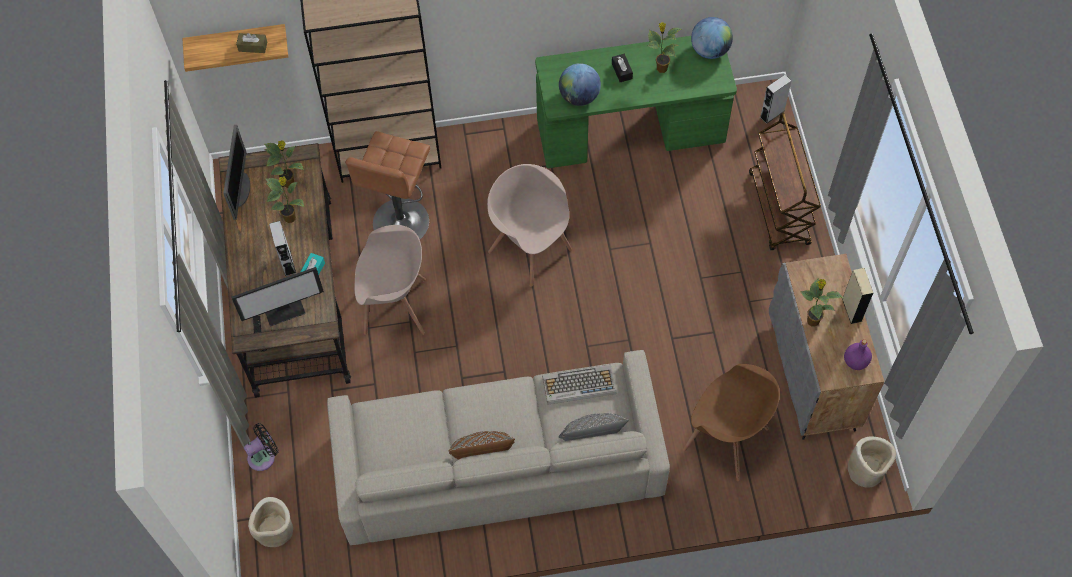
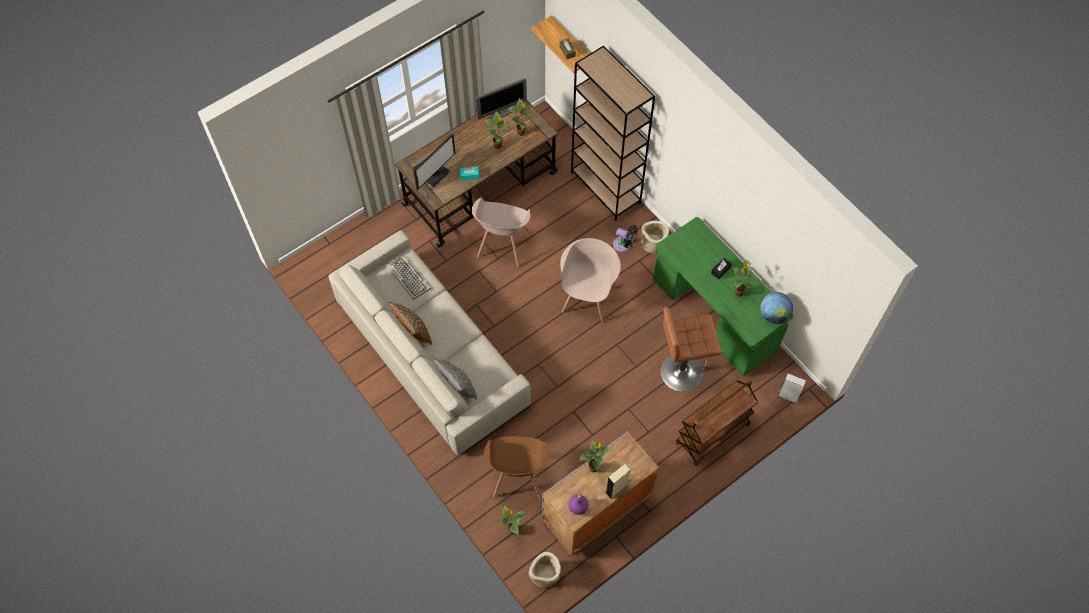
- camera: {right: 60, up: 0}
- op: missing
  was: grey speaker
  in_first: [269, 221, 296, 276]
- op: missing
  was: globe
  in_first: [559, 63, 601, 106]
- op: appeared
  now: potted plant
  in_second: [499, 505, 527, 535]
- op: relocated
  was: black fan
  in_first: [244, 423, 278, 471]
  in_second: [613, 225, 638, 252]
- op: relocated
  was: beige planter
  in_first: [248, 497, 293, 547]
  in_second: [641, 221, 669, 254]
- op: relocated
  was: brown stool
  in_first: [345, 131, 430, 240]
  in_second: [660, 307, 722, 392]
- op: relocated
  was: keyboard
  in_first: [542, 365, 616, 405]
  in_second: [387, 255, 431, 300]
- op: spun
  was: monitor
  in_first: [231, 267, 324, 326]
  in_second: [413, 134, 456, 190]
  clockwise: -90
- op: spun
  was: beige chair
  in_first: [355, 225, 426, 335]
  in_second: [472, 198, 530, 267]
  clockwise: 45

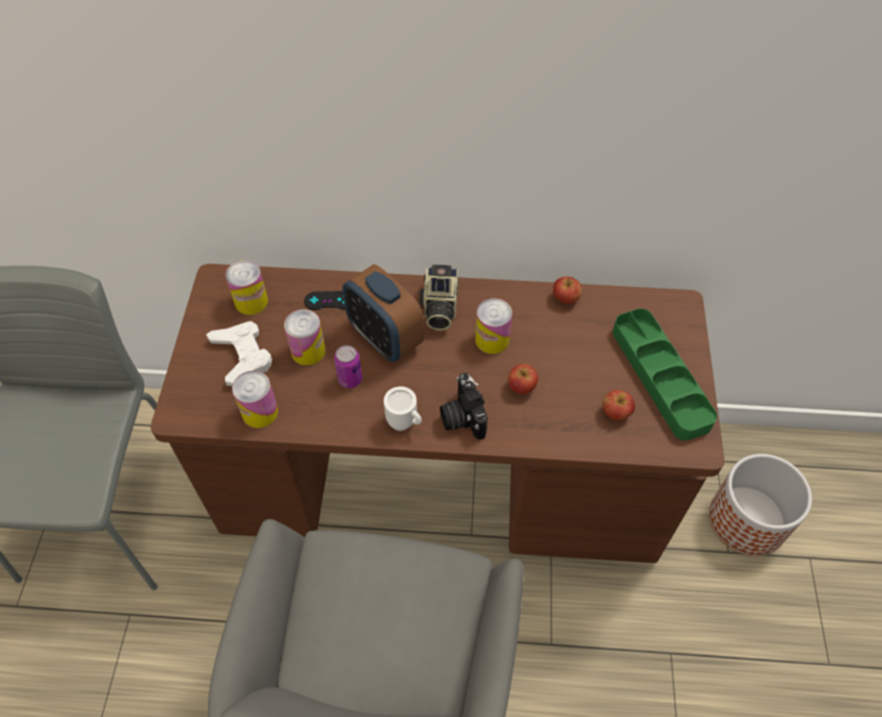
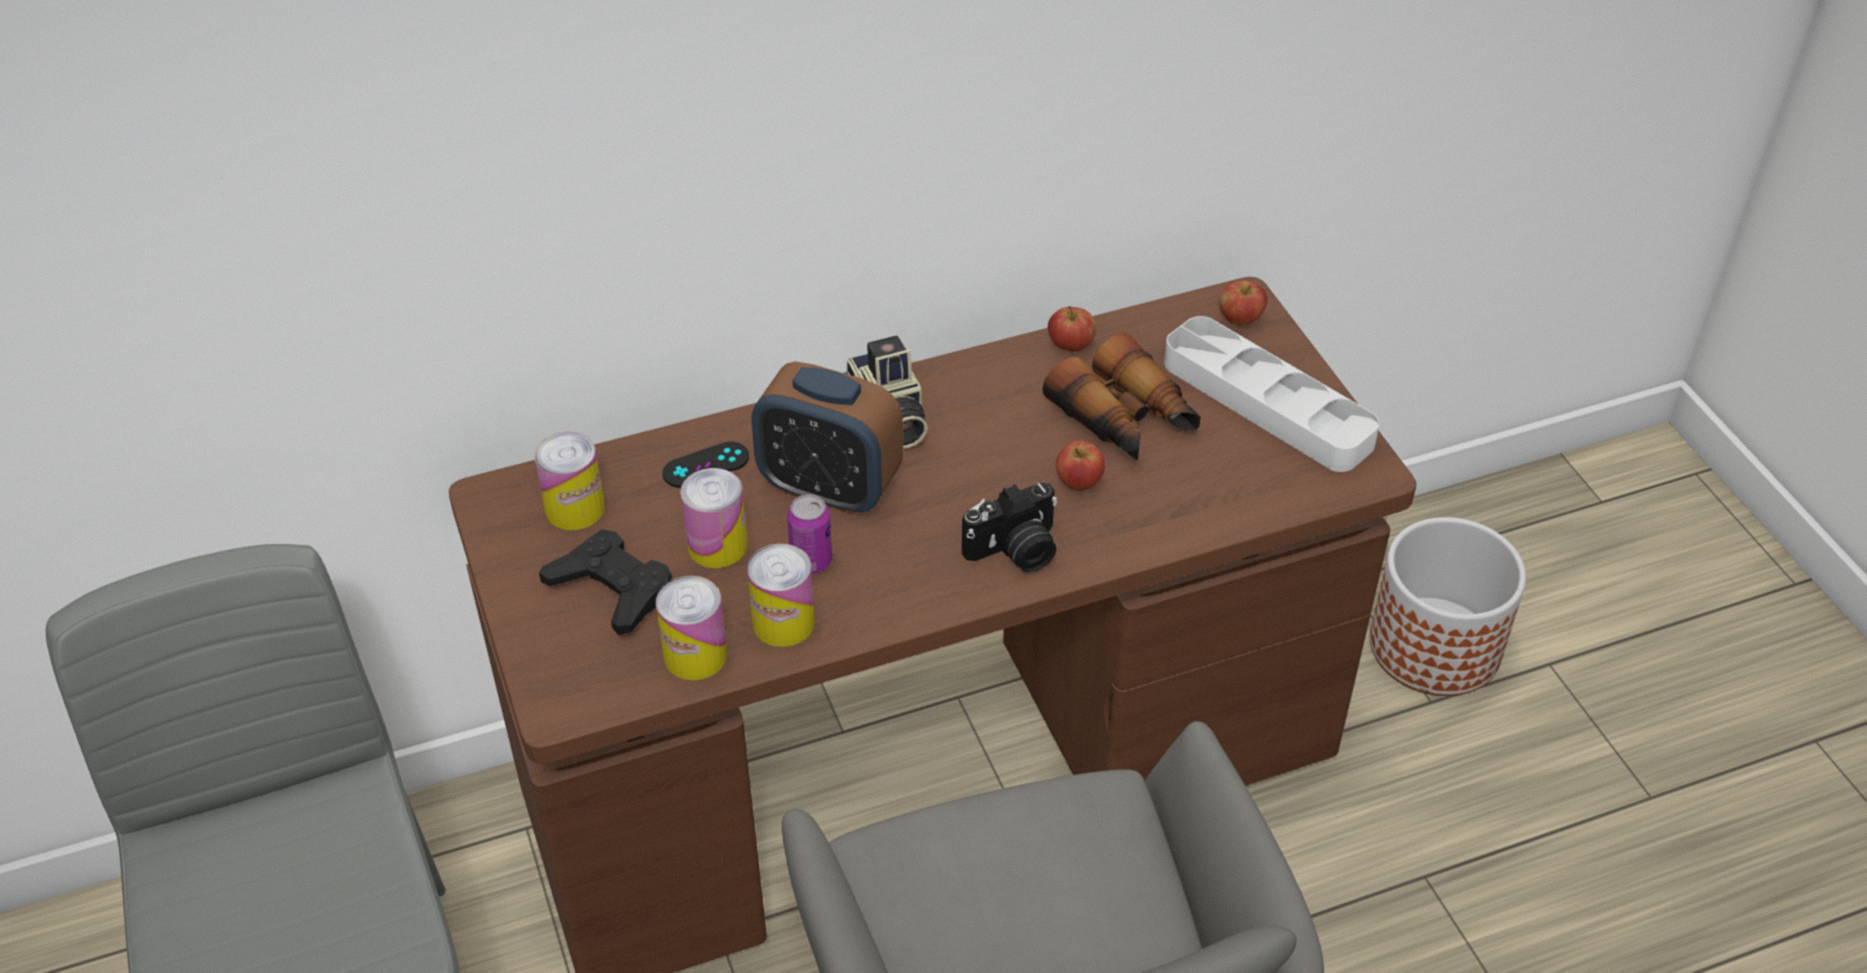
- camera: {right: -25, up: -10}
- op: missing
  was: white mug
  in_first: [384, 386, 422, 431]
- op: appeared
  now: binoculars
  in_second: [1043, 333, 1201, 460]
- op: relocated
  was: can
  in_first: [475, 298, 512, 354]
  in_second: [747, 544, 815, 647]
- op: relocated
  was: apple
  in_first: [602, 390, 635, 420]
  in_second: [1219, 280, 1267, 326]
- op: colour
  was: white game controller
  now: black game controller
  in_first: [206, 321, 272, 386]
  in_second: [539, 530, 672, 635]
- op: colour
  was: green tray
  now: white tray
  in_first: [613, 308, 717, 441]
  in_second: [1164, 316, 1380, 472]
- op: spun
  was: photo camera
  in_first: [440, 372, 488, 440]
  in_second: [962, 483, 1057, 572]
  clockwise: -75

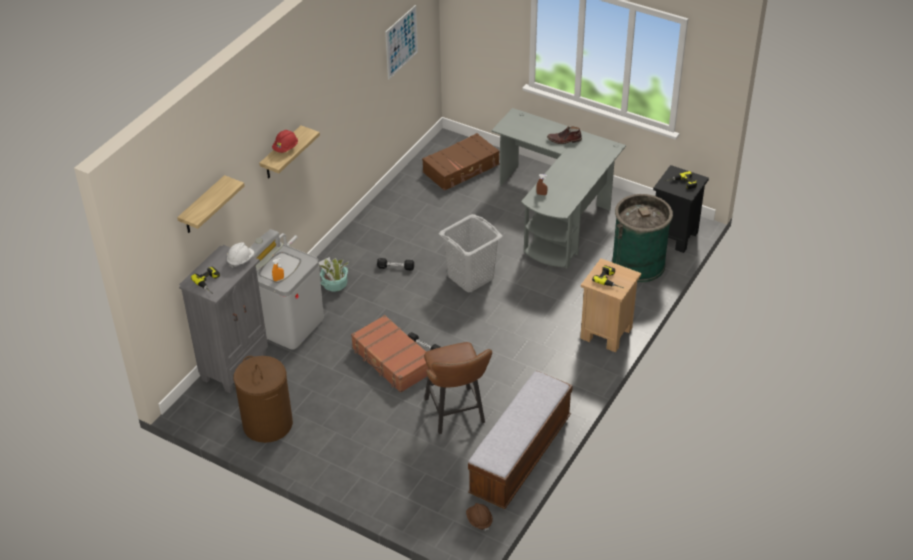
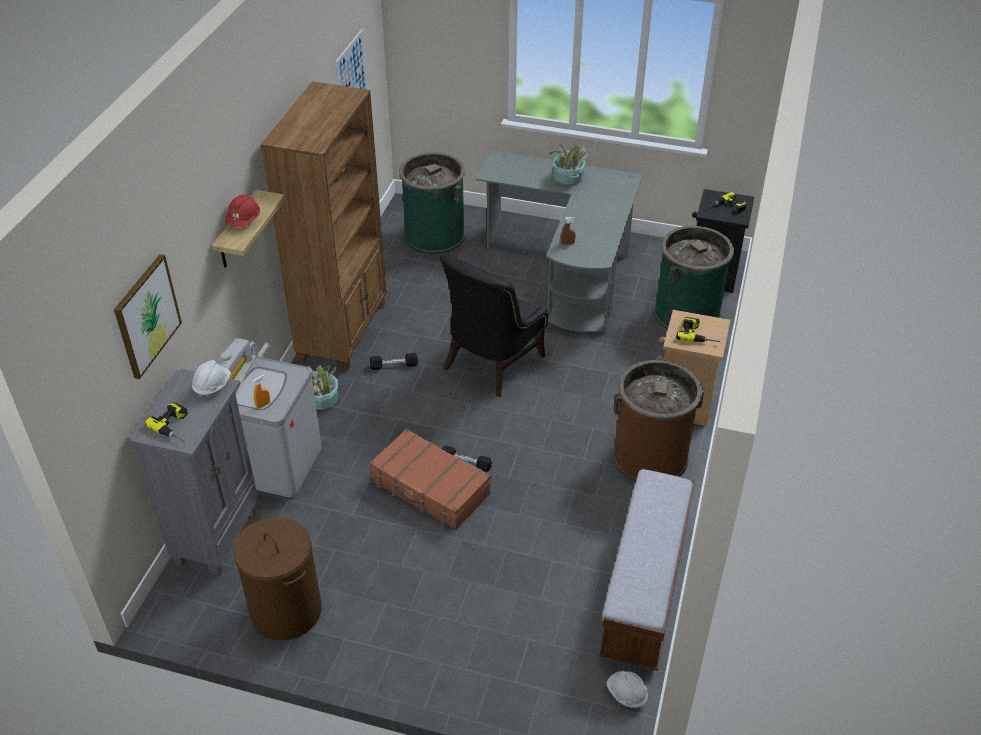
- camera: {right: -15, up: 0}
- op: missing
  was: brown stool
  in_first: [424, 342, 492, 434]
- op: appeared
  now: brown bookcase
  in_second: [261, 81, 387, 371]
- op: appeared
  now: brown trash can
  in_second: [613, 360, 704, 482]
- op: exchanged
  was: shelf
  now: picture
  in_first: [177, 175, 245, 233]
  in_second: [114, 254, 182, 379]
- op: exchanged
  was: brown suitcase
  now: green trash can
  in_first: [422, 133, 499, 191]
  in_second: [399, 152, 465, 254]
- op: exchanged
  was: grey laundry basket
  now: black chair
  in_first: [439, 214, 502, 292]
  in_second: [439, 254, 548, 397]
- op: exchanged
  was: brown boot
  now: potted plant
  in_first: [547, 126, 582, 144]
  in_second: [545, 141, 588, 185]
- op: colour
  was: brown hard hat
  now: white hard hat
  in_first: [466, 503, 493, 531]
  in_second: [607, 671, 648, 709]

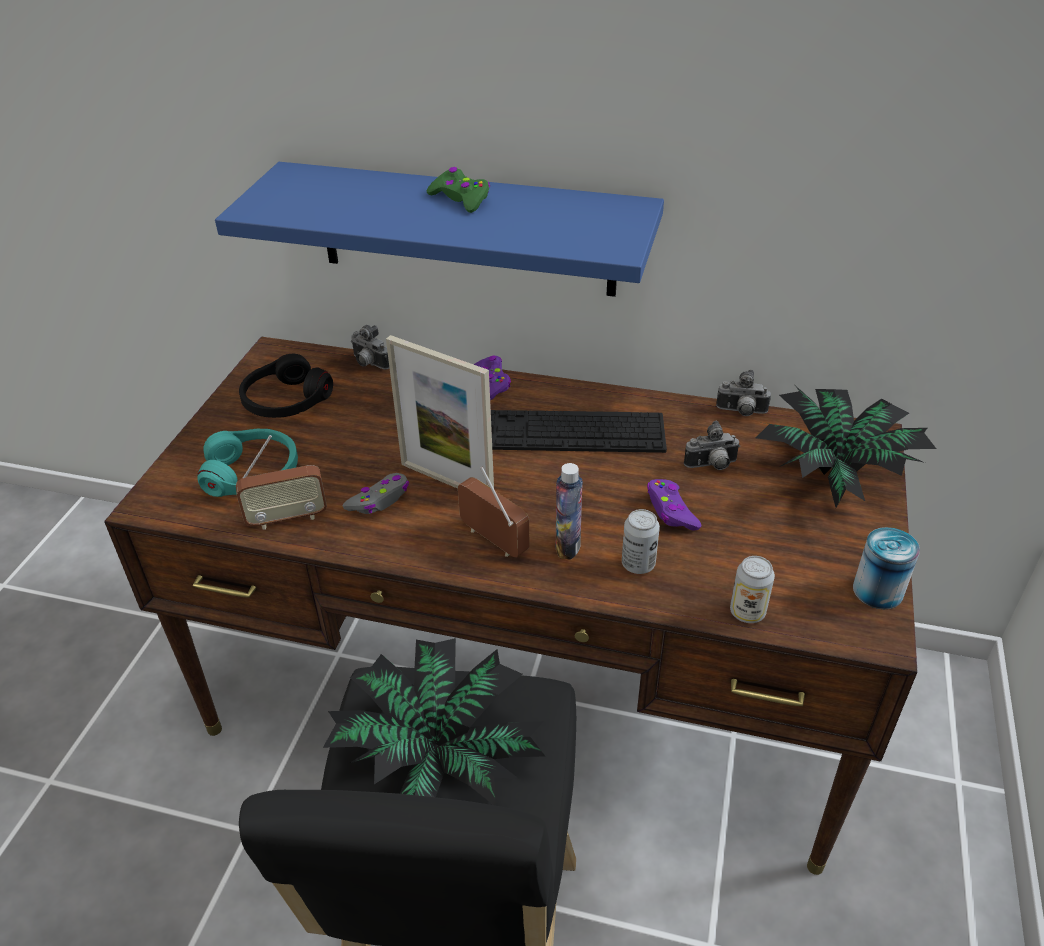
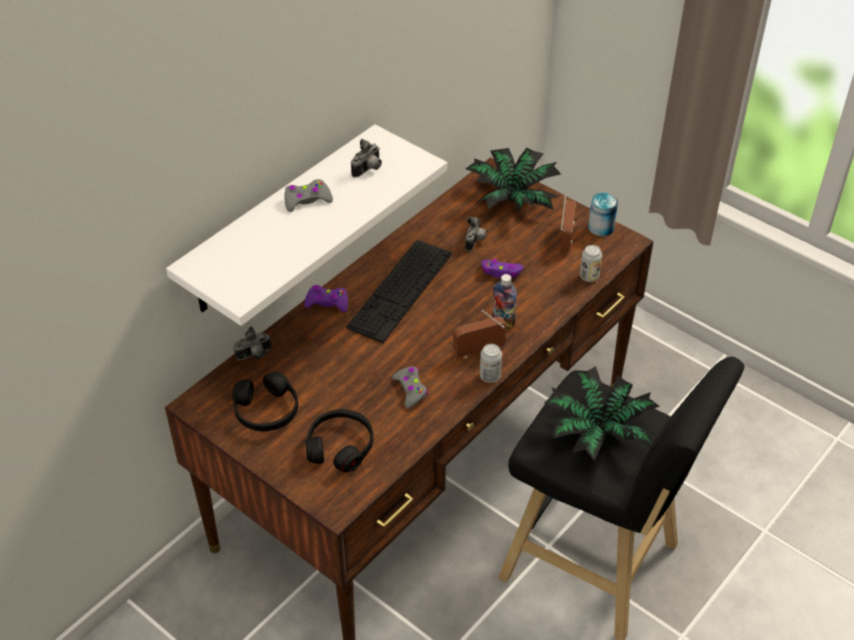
- camera: {right: -65, up: 5}
- op: missing
  was: picture frame
  in_first: [386, 335, 494, 489]
- op: relocated
  was: radio
  in_first: [236, 435, 327, 530]
  in_second: [561, 193, 576, 251]
- op: relocated
  was: can
  in_first: [622, 509, 660, 574]
  in_second: [480, 344, 502, 383]
- op: relocated
  was: photo camera
  in_first: [716, 370, 771, 416]
  in_second: [351, 139, 382, 178]
- op: colour
  was: turquoise headphones
  now: black headphones
  in_first: [197, 429, 298, 497]
  in_second: [305, 409, 373, 472]
- op: colour
  was: blue shelf
  now: white shelf
  in_first: [215, 162, 664, 297]
  in_second: [166, 124, 447, 326]
- op: colour
  was: green game controller
  now: grey game controller
  in_first: [426, 167, 490, 213]
  in_second: [284, 179, 333, 212]

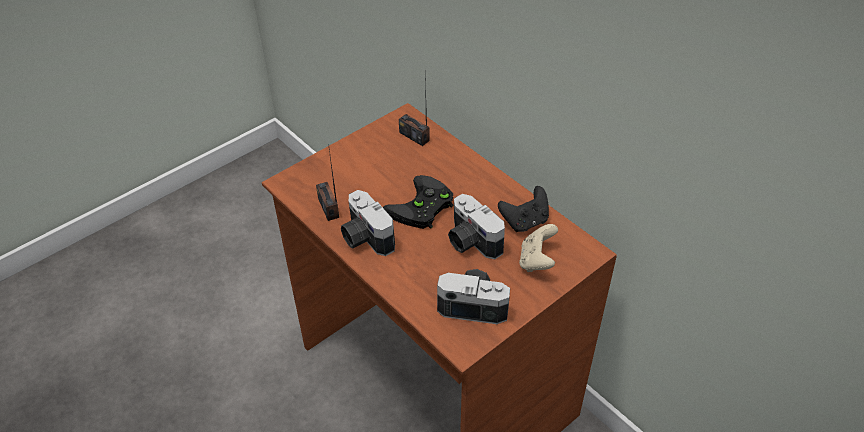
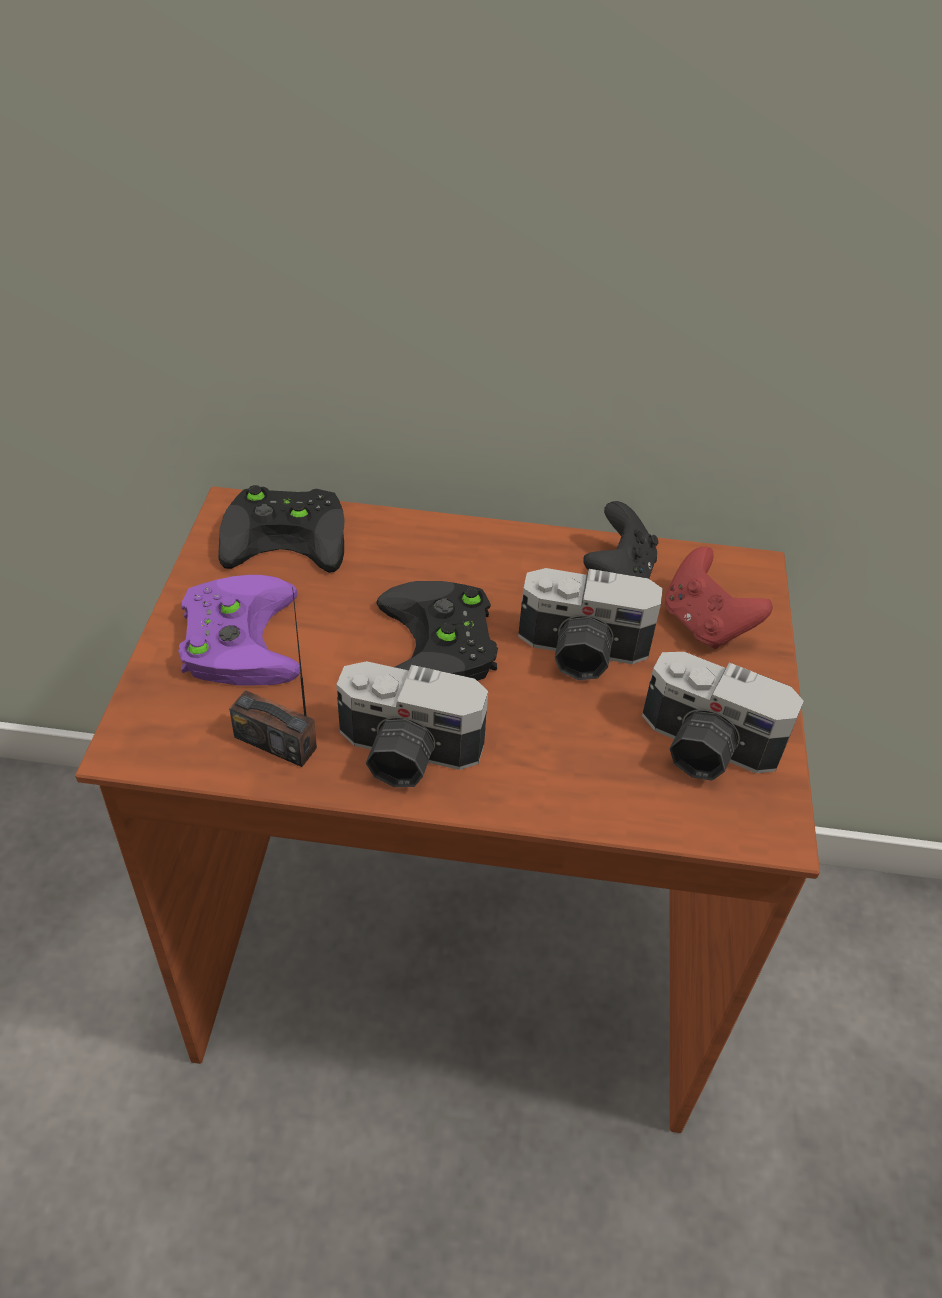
- camera: {right: -45, up: 0}
- op: appeared
  now: purple game controller
  in_second: [178, 575, 300, 685]
- op: exchanged
  was: radio
  now: black game controller
  in_first: [399, 73, 430, 146]
  in_second: [219, 485, 344, 573]
- op: colour
  was: beige game controller
  now: red game controller
  in_first: [519, 224, 558, 272]
  in_second: [665, 546, 773, 649]
- op: spun
  was: photo camera
  in_first: [437, 269, 510, 324]
  in_second: [642, 652, 804, 781]
  clockwise: -120

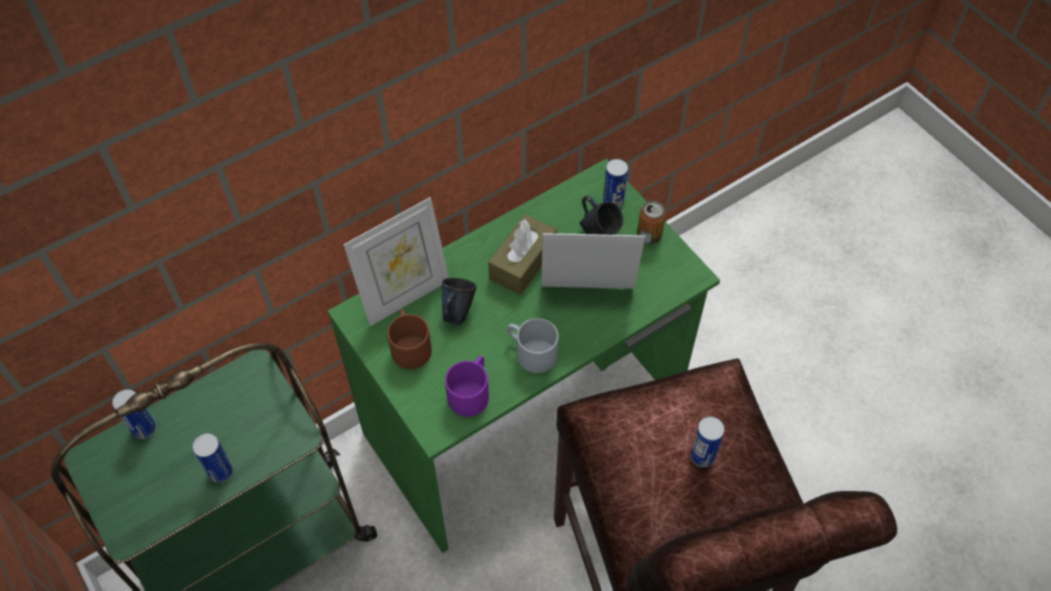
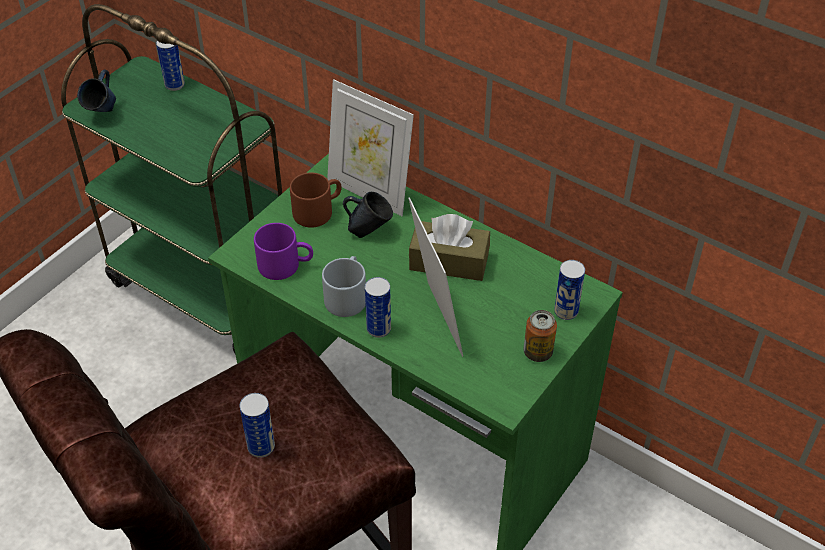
- camera: {right: 70, up: -10}
- op: relocated
  was: can
  in_first: [192, 433, 233, 483]
  in_second: [365, 277, 391, 338]
- op: relocated
  was: blue mug
  in_first: [580, 196, 623, 235]
  in_second: [77, 70, 116, 112]

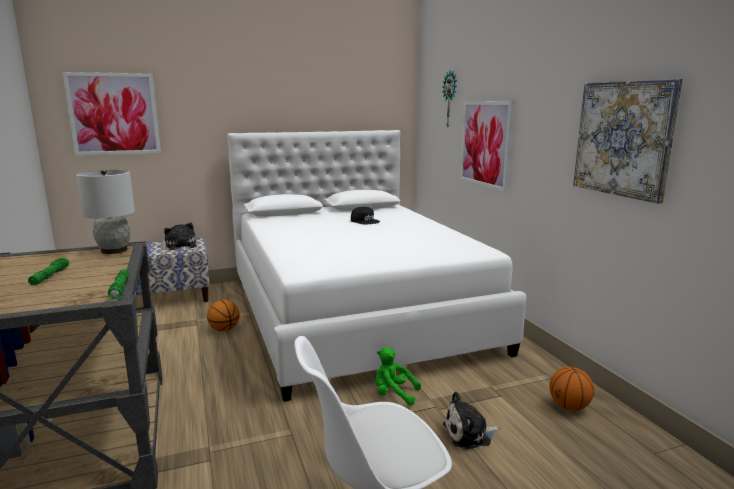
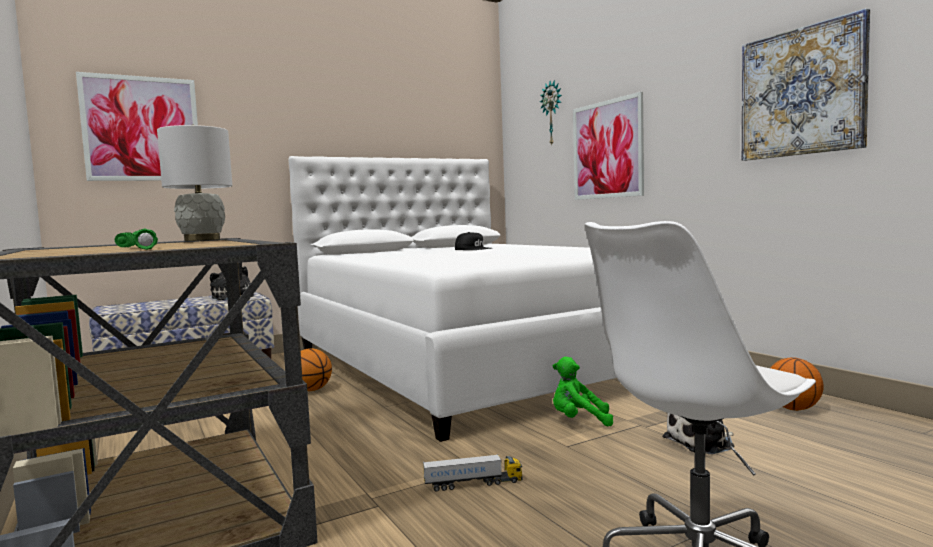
- camera: {right: -10, up: -10}
- op: appeared
  now: toy truck
  in_second: [423, 454, 523, 492]
- op: relocated
  was: green flashlight
  in_first: [108, 269, 129, 300]
  in_second: [134, 229, 158, 250]

